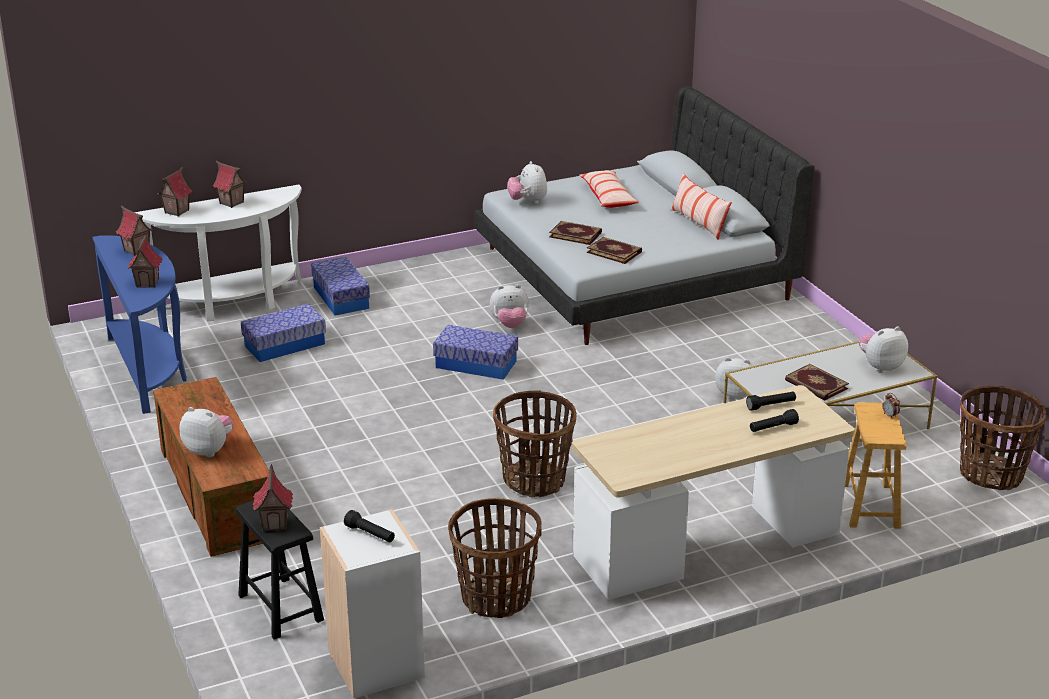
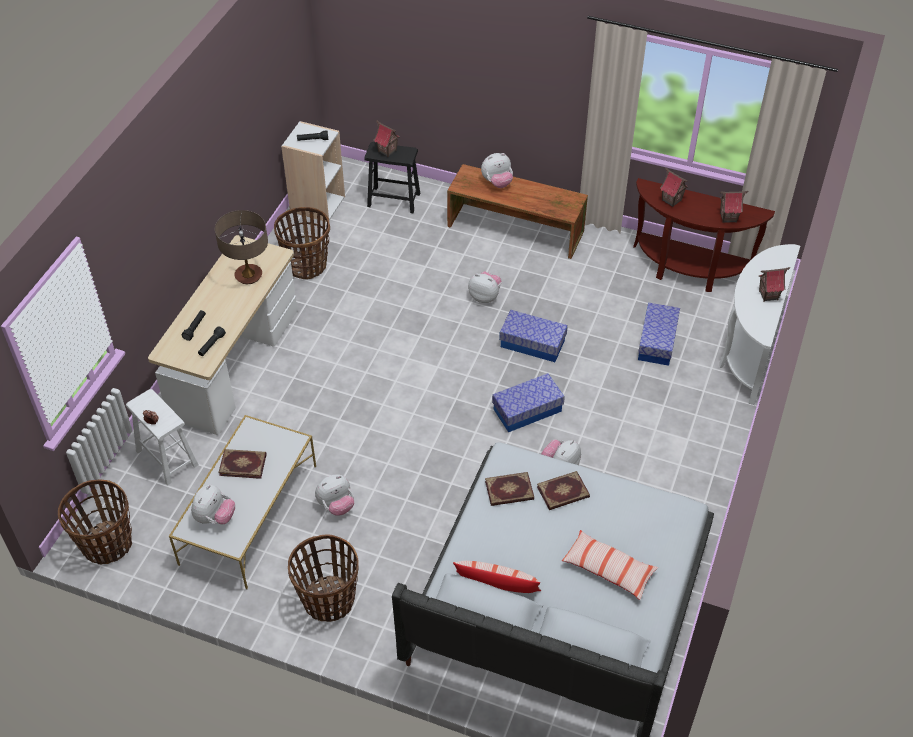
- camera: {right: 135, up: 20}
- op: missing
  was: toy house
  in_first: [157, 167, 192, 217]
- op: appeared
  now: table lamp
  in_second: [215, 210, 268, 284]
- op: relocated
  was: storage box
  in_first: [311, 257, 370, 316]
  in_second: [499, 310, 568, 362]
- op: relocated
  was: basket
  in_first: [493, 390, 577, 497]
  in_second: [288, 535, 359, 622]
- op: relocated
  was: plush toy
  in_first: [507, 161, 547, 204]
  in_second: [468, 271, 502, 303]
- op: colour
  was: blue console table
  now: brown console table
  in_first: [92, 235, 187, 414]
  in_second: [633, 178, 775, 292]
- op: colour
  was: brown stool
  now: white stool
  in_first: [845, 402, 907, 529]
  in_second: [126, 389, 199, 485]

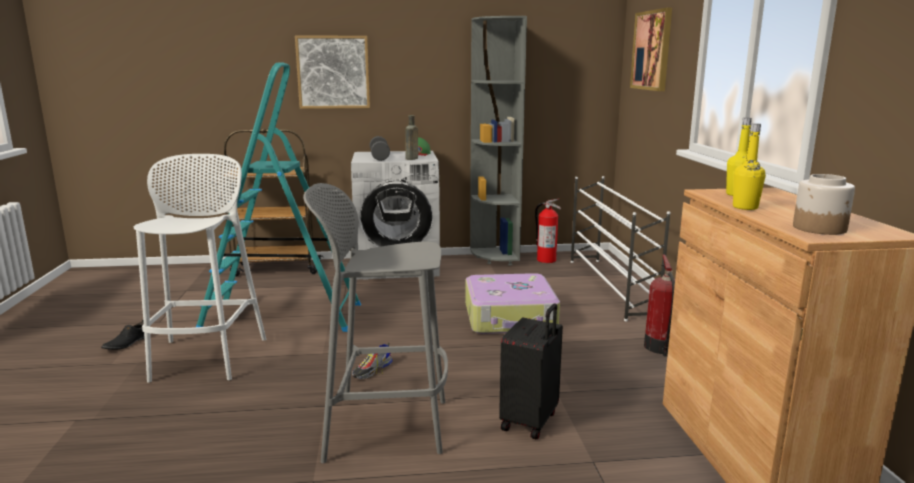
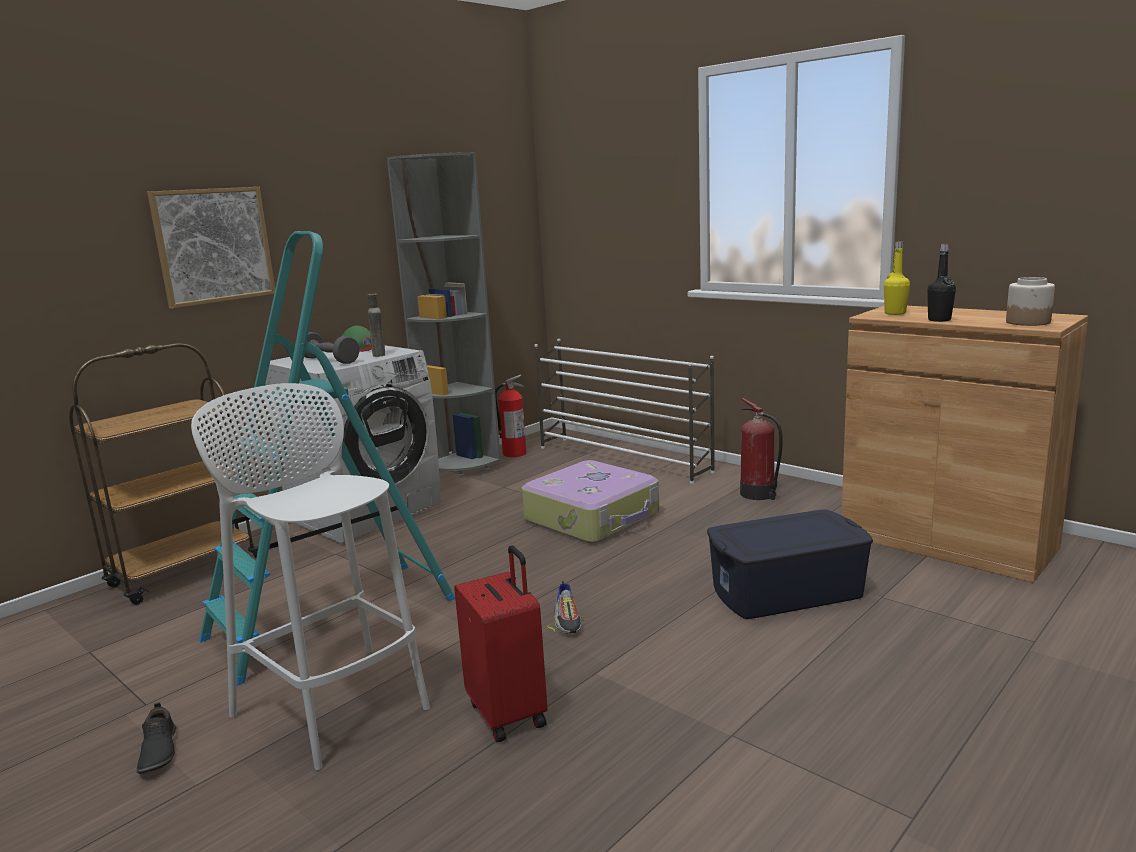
- camera: {right: -40, up: 0}
- op: missing
  was: grey stool
  in_first: [303, 183, 448, 463]
- op: missing
  was: picture
  in_first: [630, 8, 672, 91]
- op: appeared
  now: red suitcase
  in_second: [454, 545, 548, 742]
- op: exchanged
  was: black suitcase
  now: blue storage box
  in_first: [499, 304, 563, 439]
  in_second: [707, 510, 873, 619]
- op: colour
  was: yellow bottle
  now: black bottle
  in_first: [733, 123, 766, 210]
  in_second: [927, 244, 956, 322]

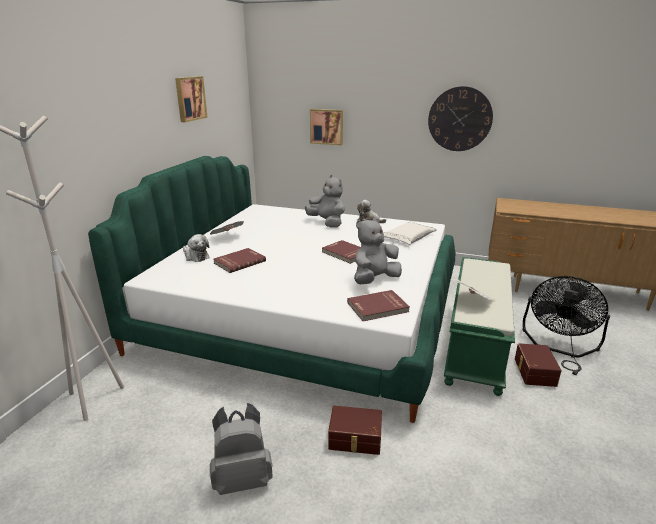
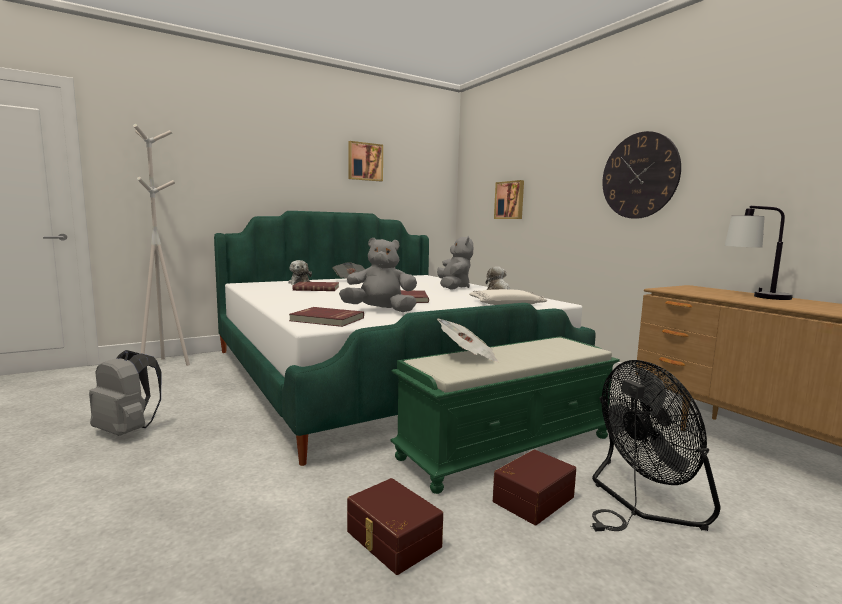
- camera: {right: 40, up: -15}
- op: appeared
  now: table lamp
  in_second: [725, 206, 793, 300]
- op: relocated
  was: brown storage box
  in_first: [328, 406, 382, 455]
  in_second: [347, 478, 443, 575]

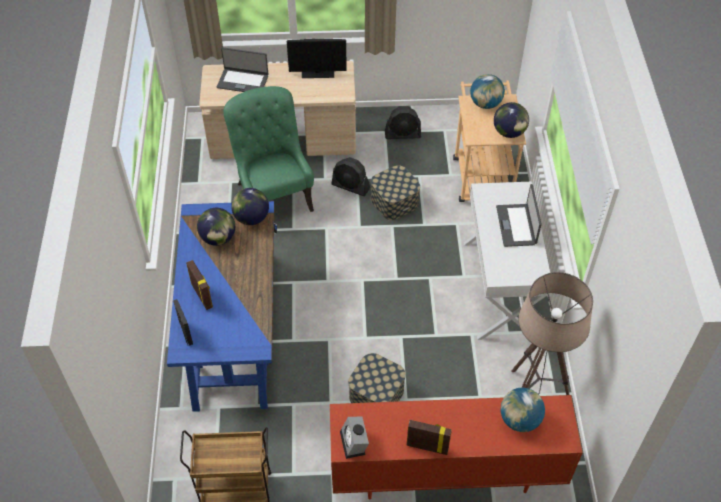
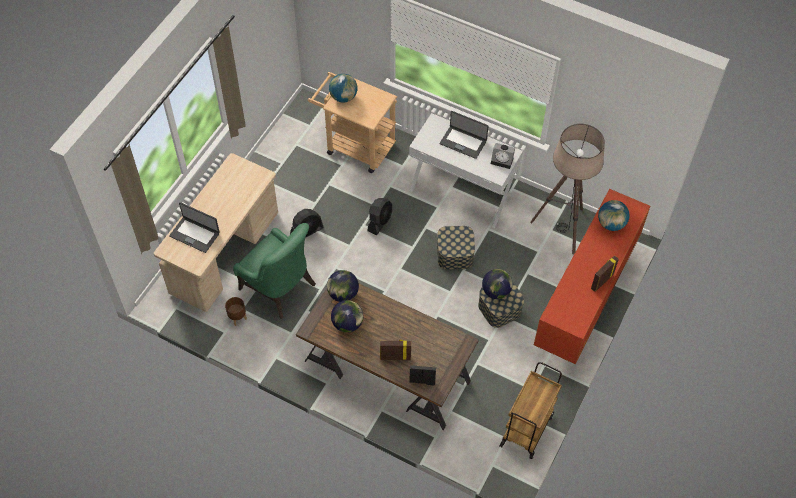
- camera: {right: -60, up: 5}
- op: missing
  was: monitor
  in_first: [287, 39, 347, 78]
- op: appeared
  now: brown planter
  in_second: [225, 297, 247, 326]
- op: relocated
  was: alarm clock
  in_first: [340, 416, 369, 459]
  in_second: [491, 143, 515, 169]
- op: relocated
  was: storage box
  in_first: [371, 165, 420, 220]
  in_second: [437, 226, 475, 270]
- op: relocated
  was: black fan
  in_first: [385, 106, 421, 139]
  in_second: [368, 198, 392, 235]
- op: relocated
  was: globe
  in_first: [494, 102, 529, 138]
  in_second: [482, 269, 513, 299]
- op: colour
  was: blue desk
  now: brown desk
  in_first: [167, 201, 277, 412]
  in_second: [296, 283, 479, 430]
- op: spun
  was: laptop
  in_first: [217, 47, 268, 92]
  in_second: [169, 202, 220, 253]
  clockwise: 75
- op: spun
  was: green chair
  in_first: [223, 86, 314, 212]
  in_second: [233, 223, 316, 319]
  clockwise: -150

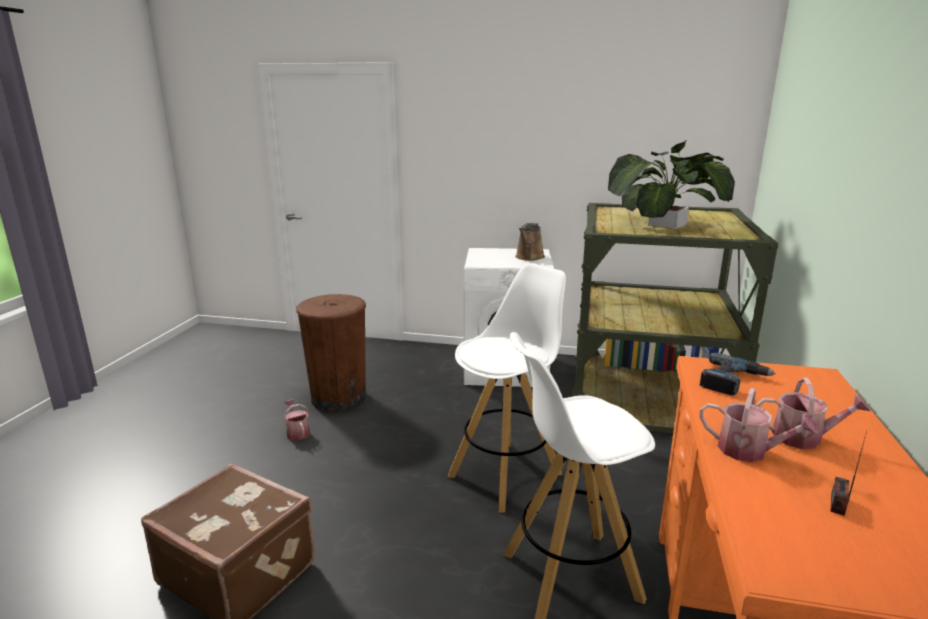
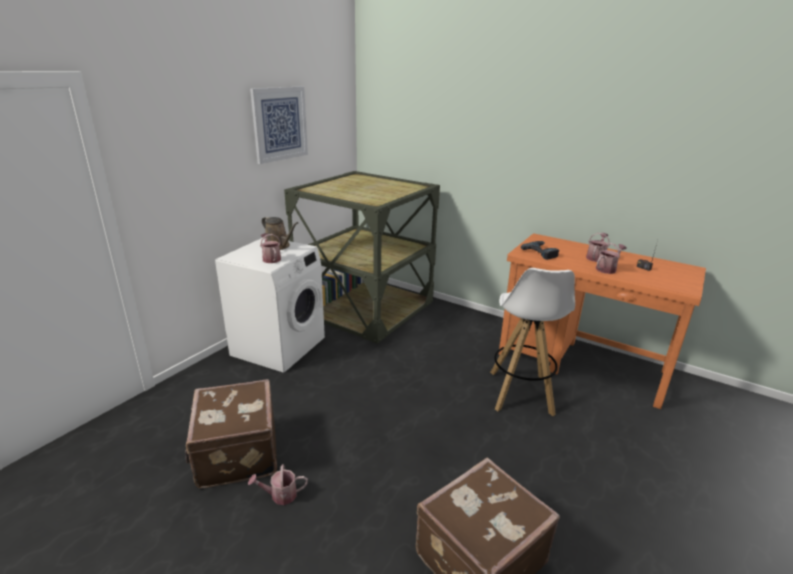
- camera: {right: -70, up: 5}
- op: missing
  was: white stool
  in_first: [448, 263, 566, 513]
- op: missing
  was: potted plant
  in_first: [608, 139, 735, 229]
- op: appeared
  now: picture
  in_second: [250, 87, 308, 164]
- op: appeared
  now: watering can
  in_second: [260, 233, 281, 263]
- op: exchanged
  was: brown trash can
  now: brown suitcase
  in_first: [296, 294, 366, 412]
  in_second: [185, 379, 277, 488]

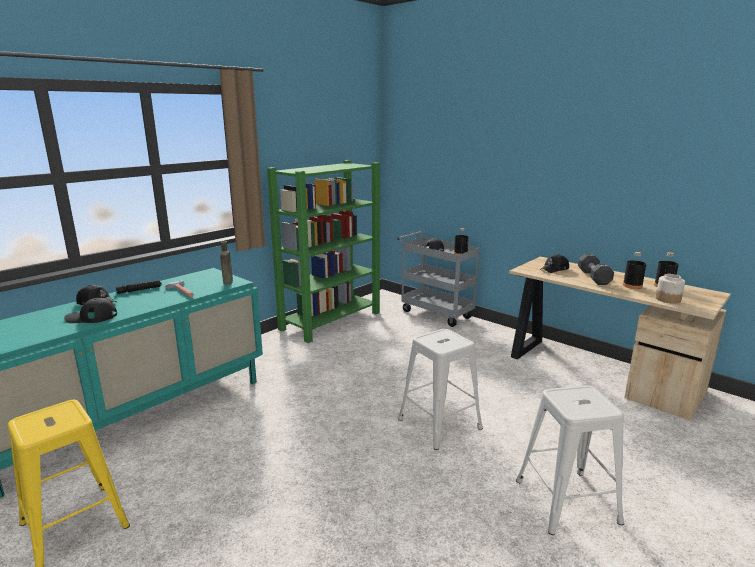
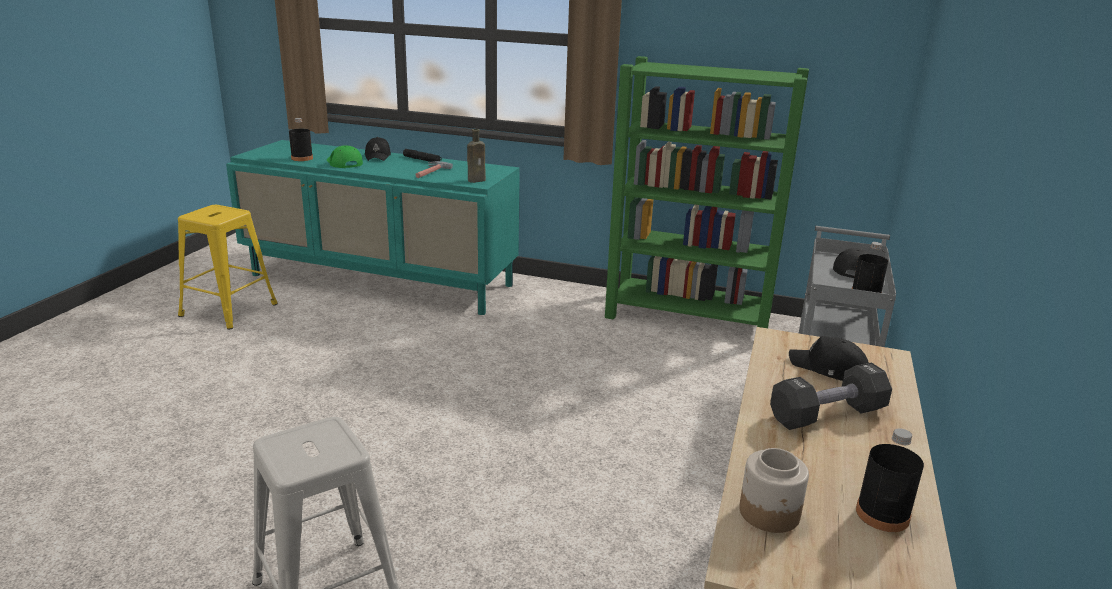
- camera: {right: 65, up: 5}
- op: missing
  was: white stool
  in_first: [398, 329, 483, 450]
- op: relocated
  was: black bottle
  in_first: [623, 252, 646, 289]
  in_second: [289, 118, 313, 161]
- op: colour
  was: black cap
  now: green cap
  in_first: [64, 298, 117, 323]
  in_second: [327, 145, 363, 168]

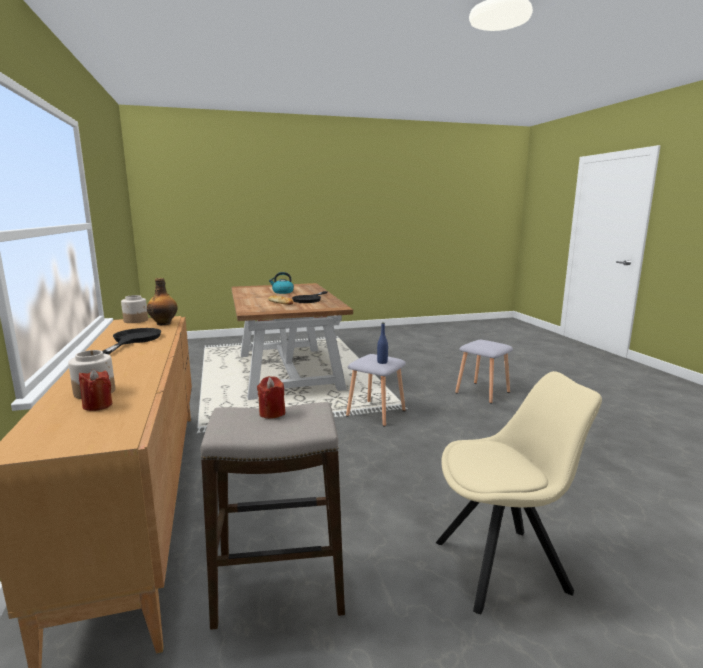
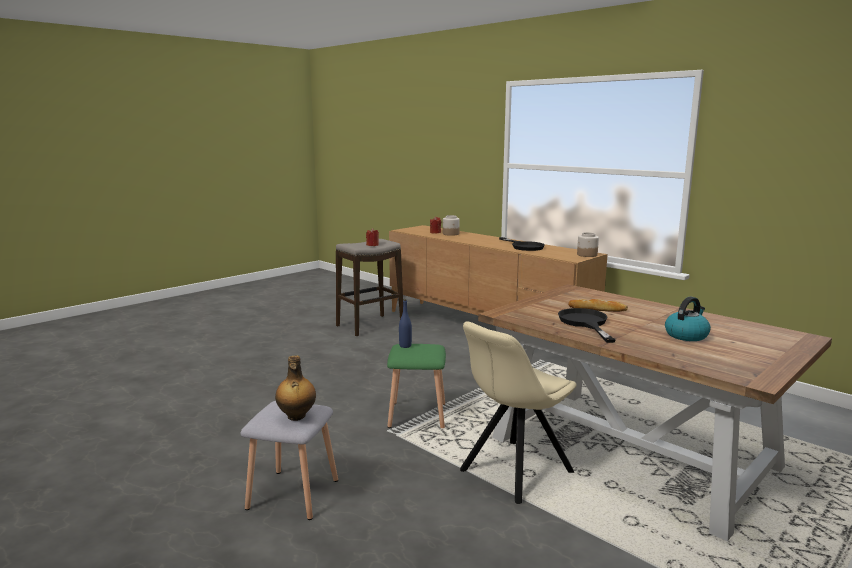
- camera: {right: 150, up: 0}
- op: relocated
  was: bottle
  in_first: [147, 278, 178, 325]
  in_second: [275, 355, 316, 421]
- op: relocated
  was: beige chair
  in_first: [436, 371, 602, 615]
  in_second: [460, 321, 577, 504]
- op: colour
  was: grey stool
  now: green stool
  in_first: [346, 354, 406, 426]
  in_second: [387, 344, 446, 428]

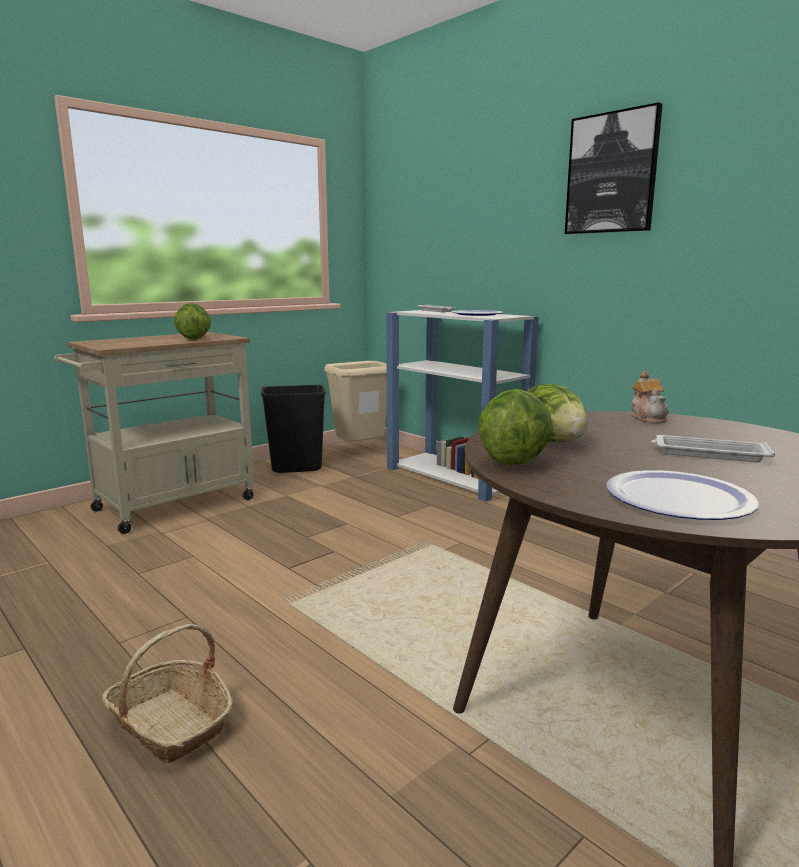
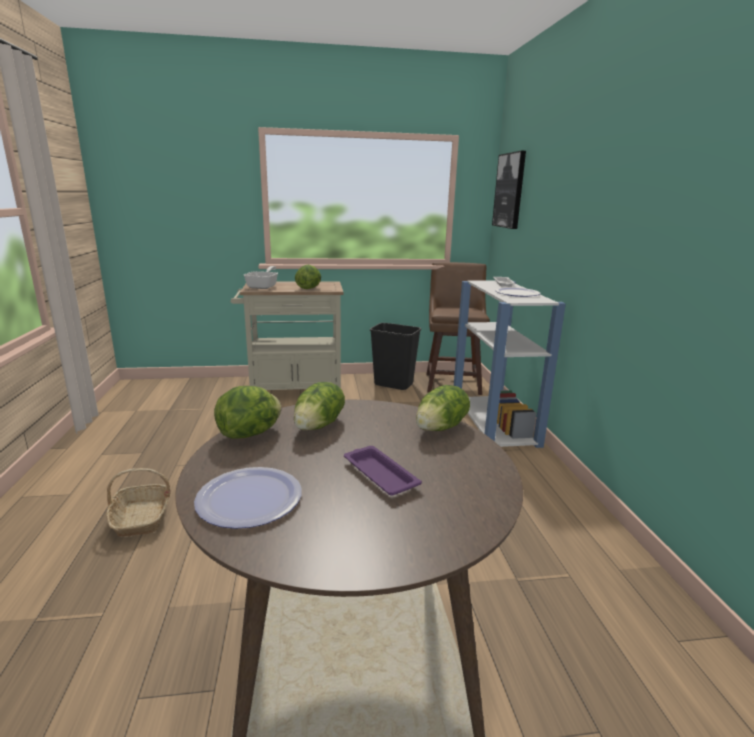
- camera: {right: 35, up: 5}
- op: appeared
  now: frying pan
  in_second: [244, 266, 278, 289]
- op: relocated
  was: picture
  in_first: [565, 102, 663, 234]
  in_second: [492, 151, 526, 229]
- op: exchanged
  was: beige trash can
  now: brown stool
  in_first: [324, 361, 387, 442]
  in_second: [426, 262, 490, 395]
- op: exchanged
  was: teapot
  now: lettuce
  in_first: [631, 371, 669, 424]
  in_second: [416, 385, 470, 431]
- op: colour
  was: white tray
  now: purple tray
  in_first: [651, 435, 775, 462]
  in_second: [344, 446, 422, 496]

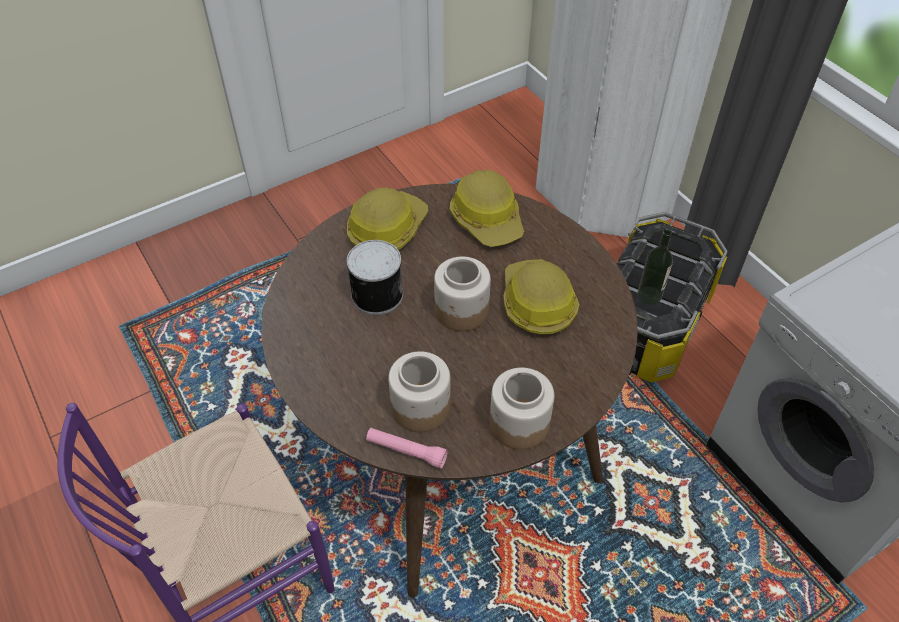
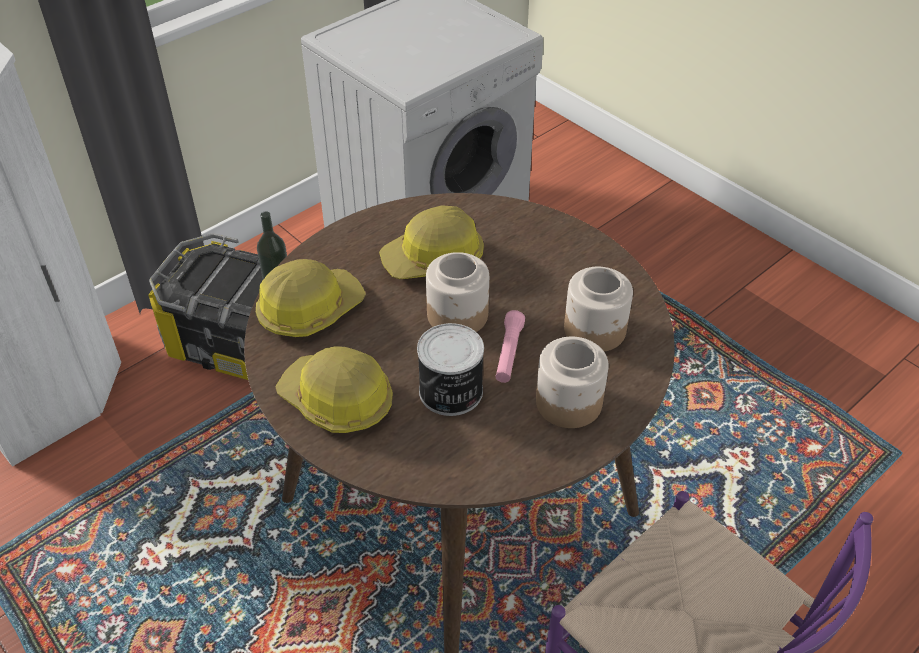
- camera: {right: -100, up: -5}
- op: relocated
  was: pink flashlight
  in_first: [366, 428, 448, 469]
  in_second: [495, 310, 525, 383]
- op: relocated
  was: jar
  in_first: [490, 368, 554, 450]
  in_second: [536, 337, 609, 428]

